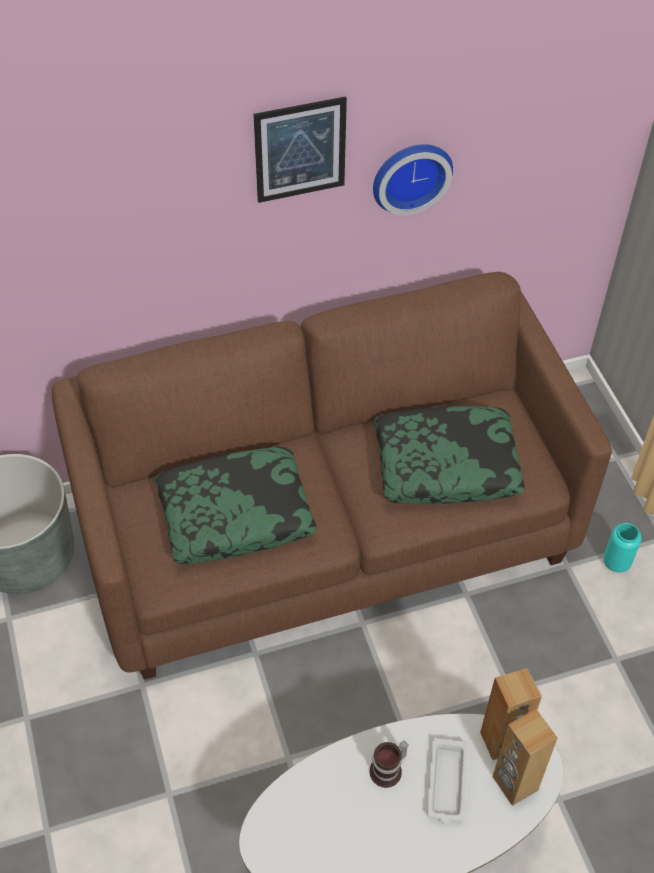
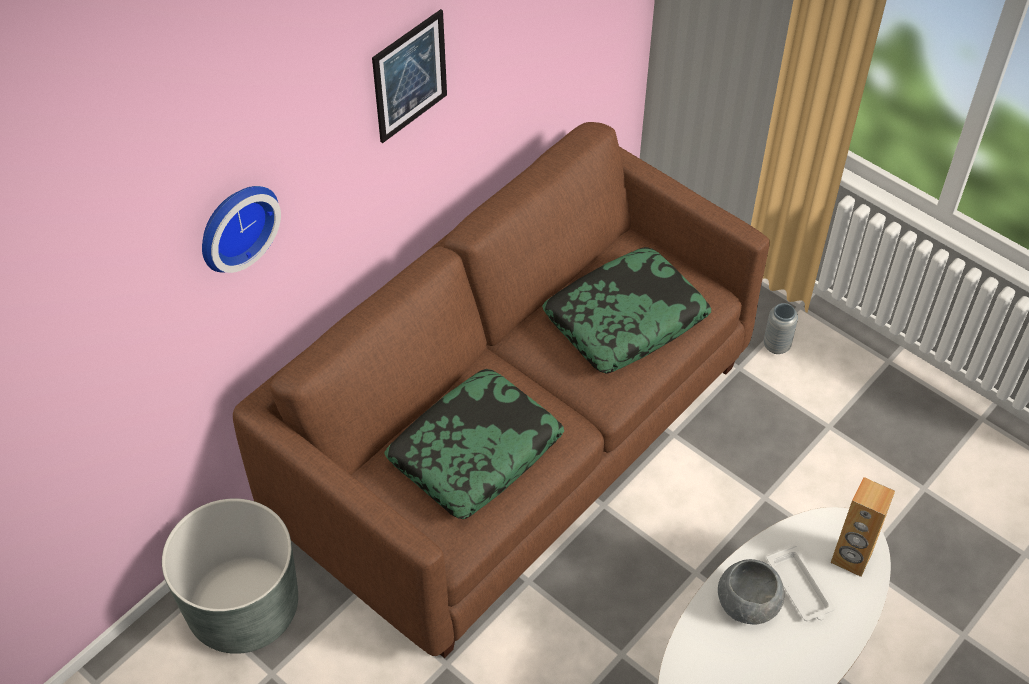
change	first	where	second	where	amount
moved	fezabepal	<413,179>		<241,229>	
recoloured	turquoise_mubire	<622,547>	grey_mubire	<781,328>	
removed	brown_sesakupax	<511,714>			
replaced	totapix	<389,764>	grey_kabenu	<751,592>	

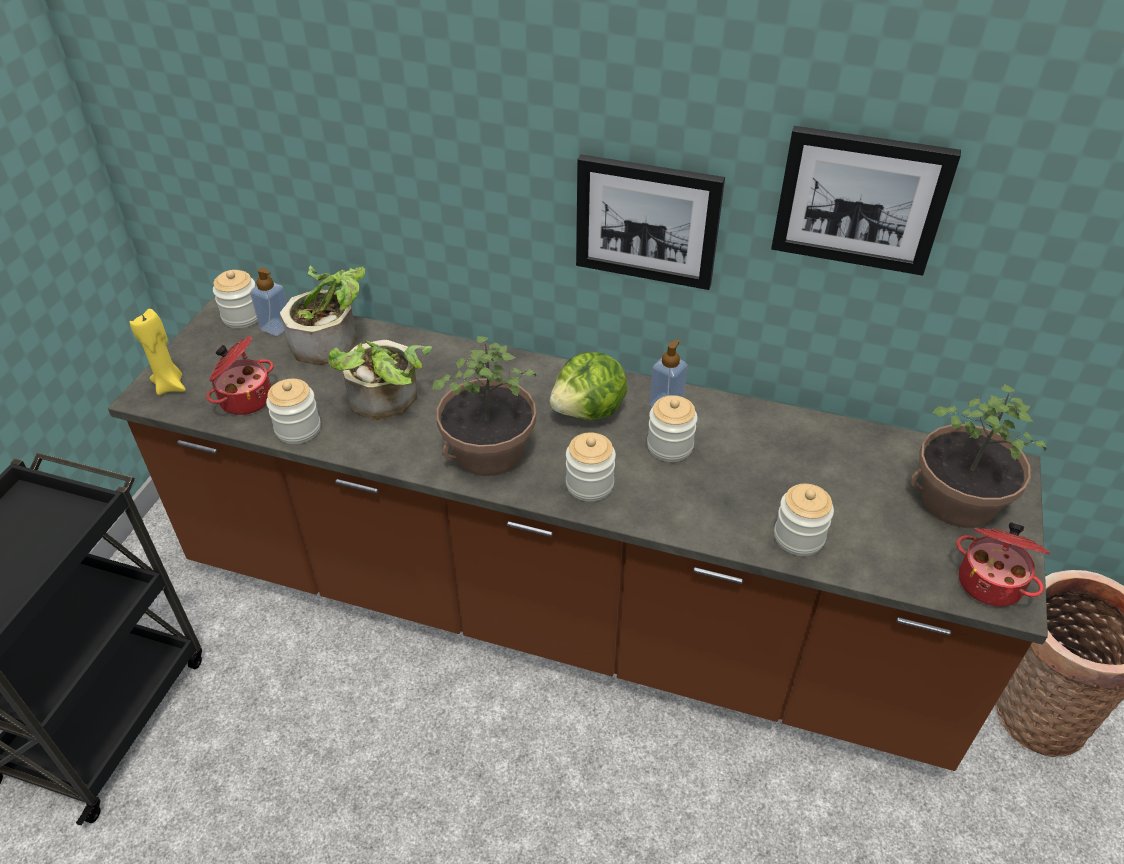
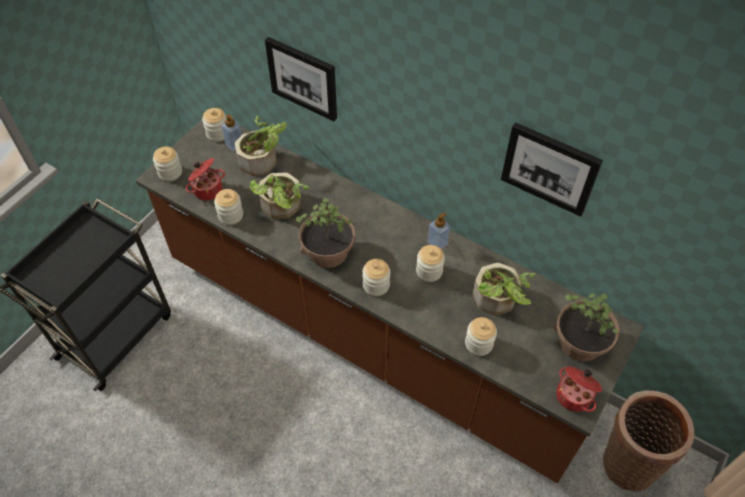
change	first	where	second	where	amount
moved	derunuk	<650,222>		<301,79>	
replaced	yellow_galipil	<157,352>	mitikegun	<167,164>	
removed	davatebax	<588,386>			
added			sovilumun	<503,289>	

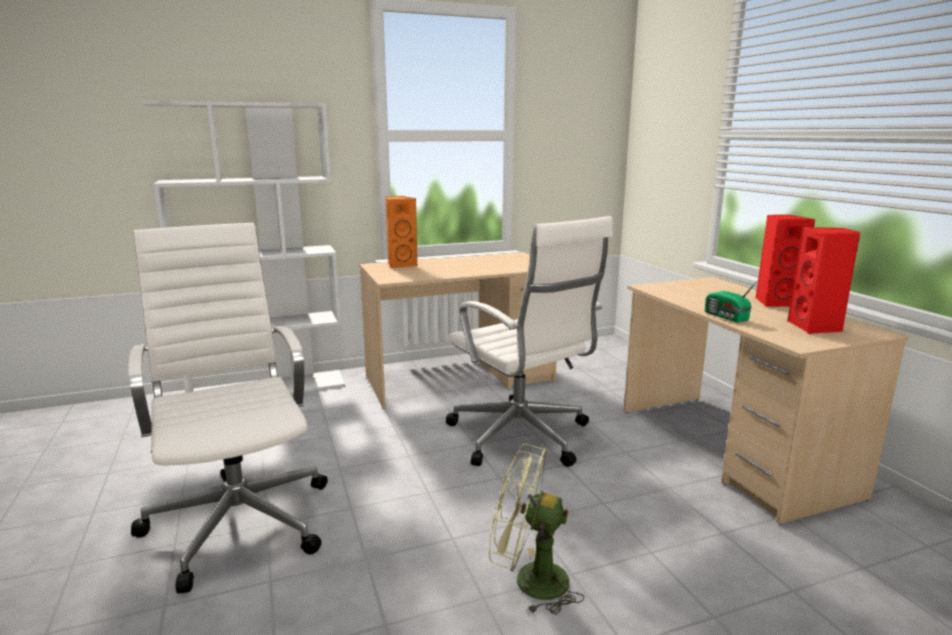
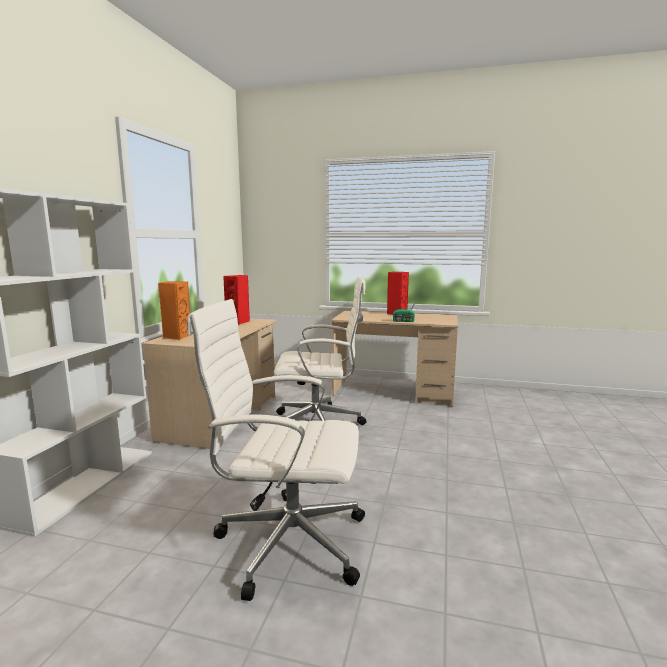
change	first	where	second	where	amount
moved	red_sesakupax	<824,280>		<236,299>	
removed	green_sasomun	<536,529>			

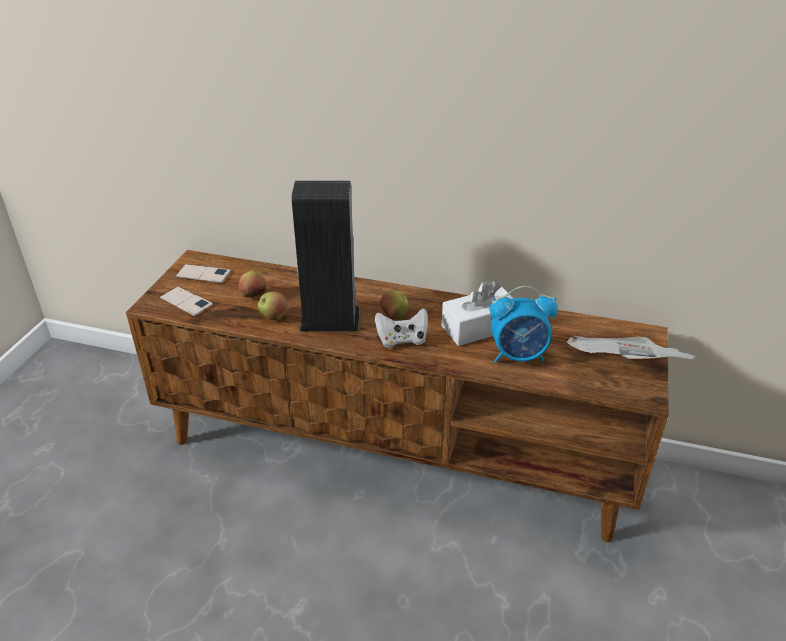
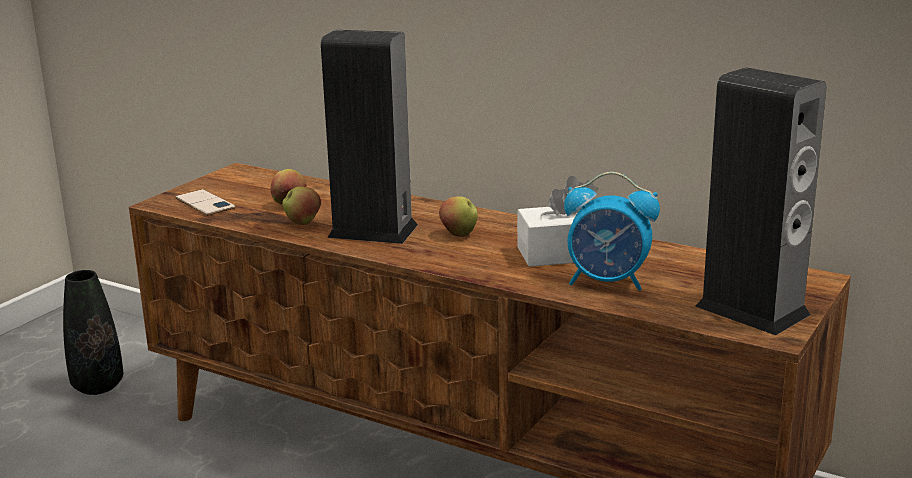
change	first	where	second	where	amount
removed	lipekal	<203,273>			
removed	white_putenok	<401,328>			
replaced	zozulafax	<631,348>	sesakupax	<760,201>	
added			black_mubire	<93,332>	

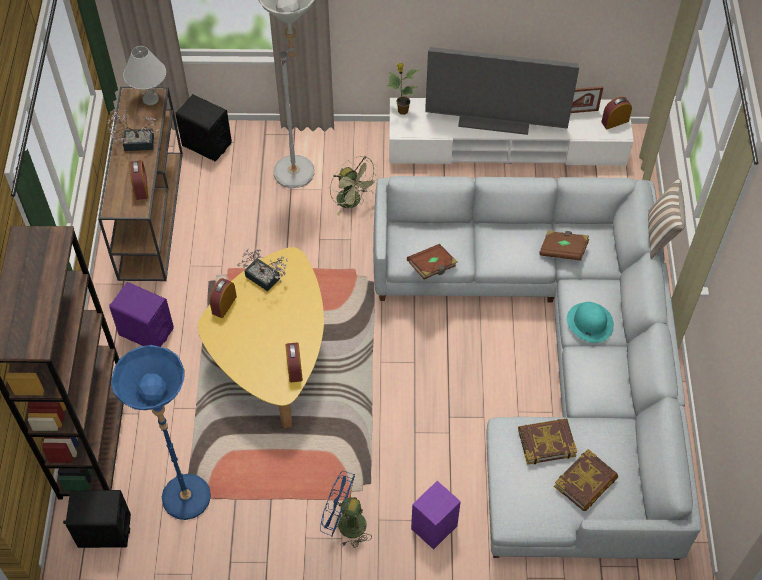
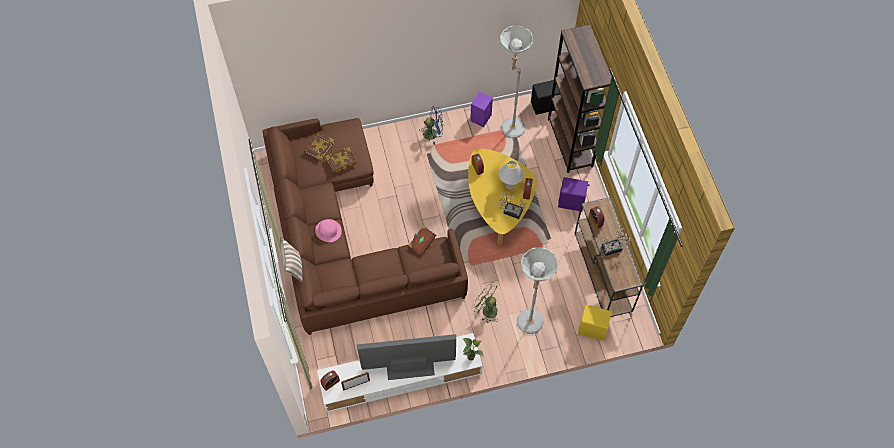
change	first	where	second	where	amount
moved	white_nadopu	<144,75>		<511,174>	
recoloured	black_sesakupax	<204,127>	yellow_sesakupax	<595,323>	
recoloured	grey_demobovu	<537,368>	brown_demobovu	<365,226>	
removed	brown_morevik	<564,246>			
recoloured	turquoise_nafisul	<590,322>	pink_nafisul	<328,230>	
recoloured	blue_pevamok	<161,432>	grey_pevamok	<516,82>	
moved	purple_sesakupax	<436,515>		<481,109>	

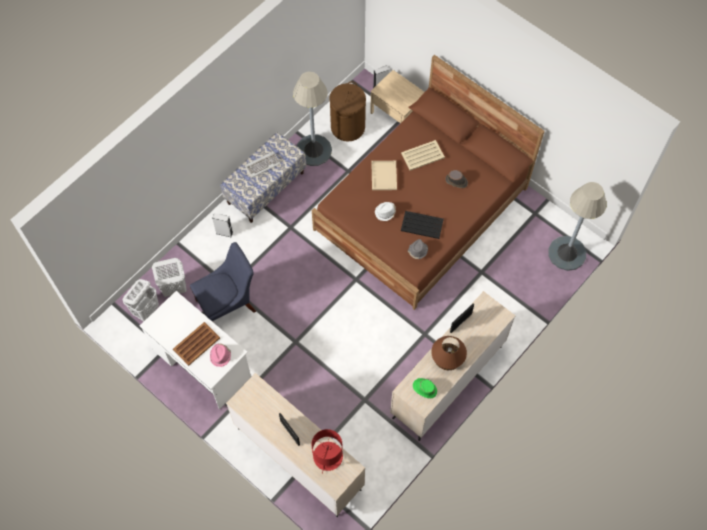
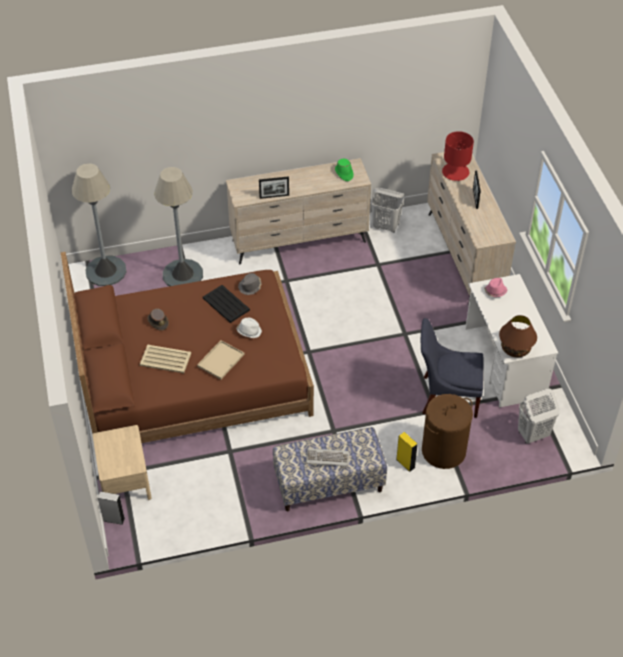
change	first	where	second	where	amount
moved	grey_pevamok	<312,119>		<178,226>	
moved	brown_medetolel	<347,111>		<447,431>	
recoloured	grey_sesakupax	<222,225>	yellow_sesakupax	<407,452>	
moved	white_medetolel	<169,277>		<387,210>	
removed	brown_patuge	<196,344>			
moved	brown_nadopu	<449,353>		<518,336>	

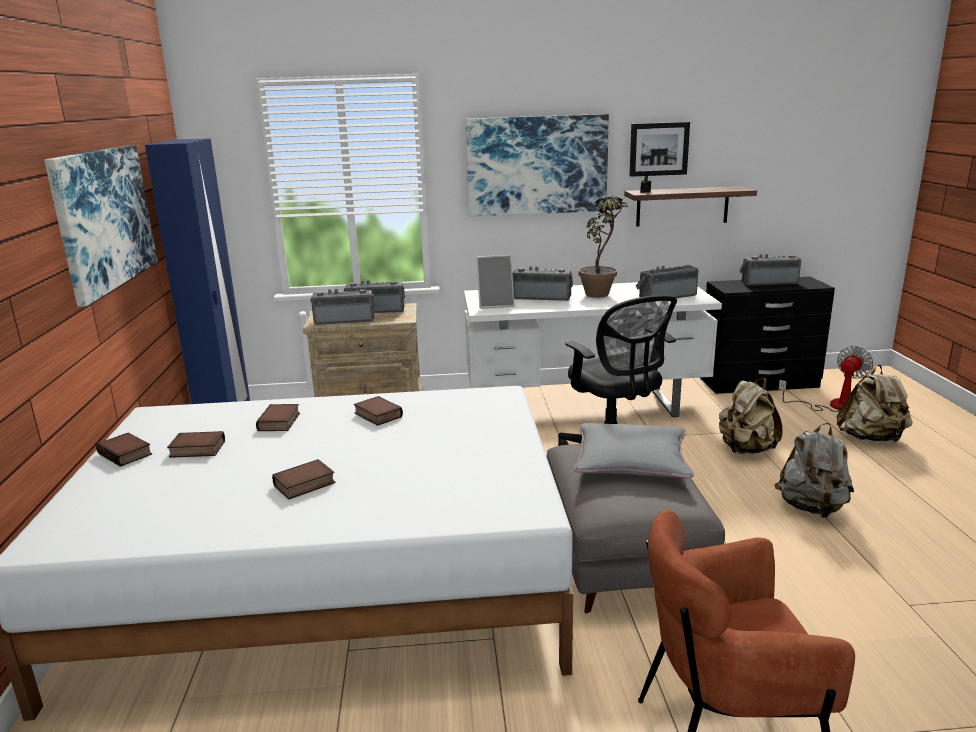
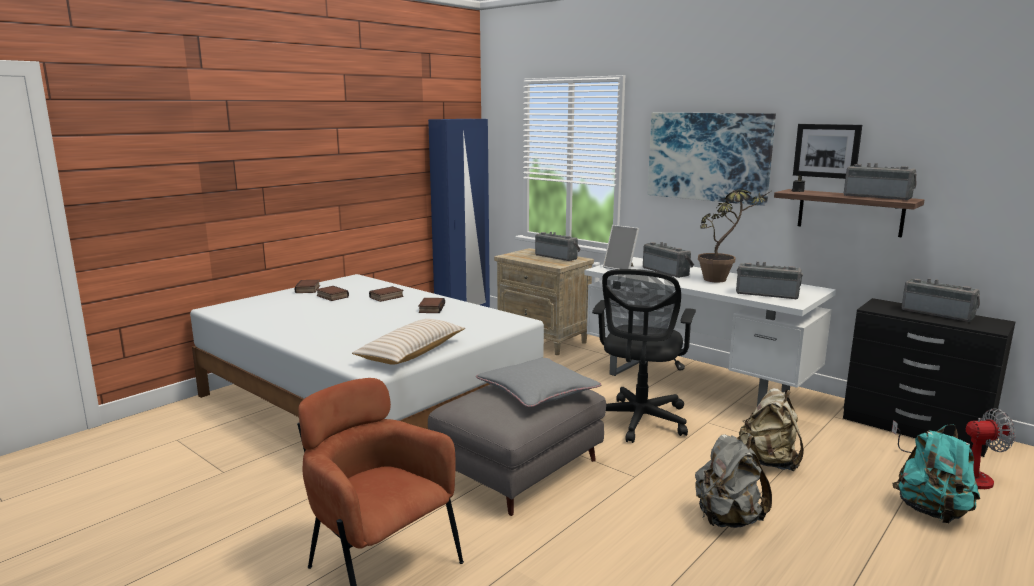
change	first	where	second	where	amount
removed	derunuk	<101,226>			
moved	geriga	<342,307>		<880,181>	
recoloured	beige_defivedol	<875,403>	turquoise_defivedol	<936,473>	
removed	morevik	<303,479>			
added			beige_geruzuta	<408,342>	

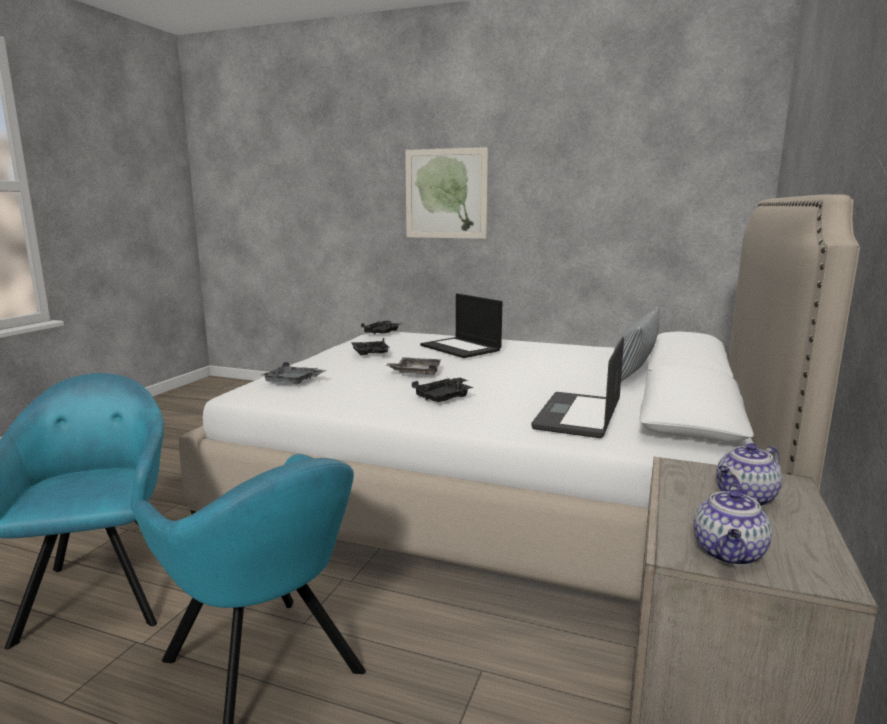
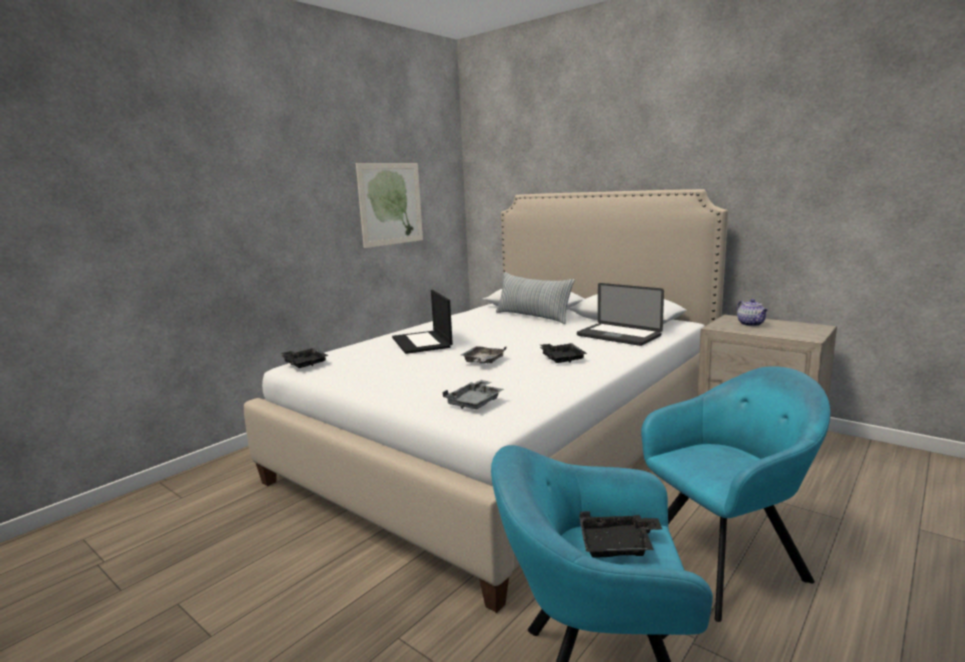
change	first	where	second	where	amount
moved	derunuk	<446,193>		<389,205>	
turned	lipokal	<461,325>		<422,322>	90 degrees clockwise
moved	black_patuge	<370,346>		<620,534>	
removed	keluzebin	<733,524>			

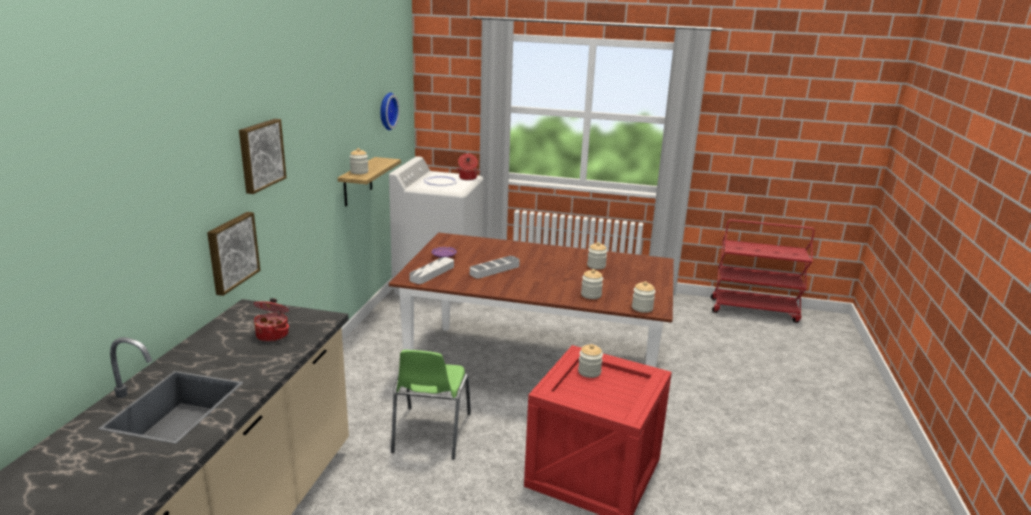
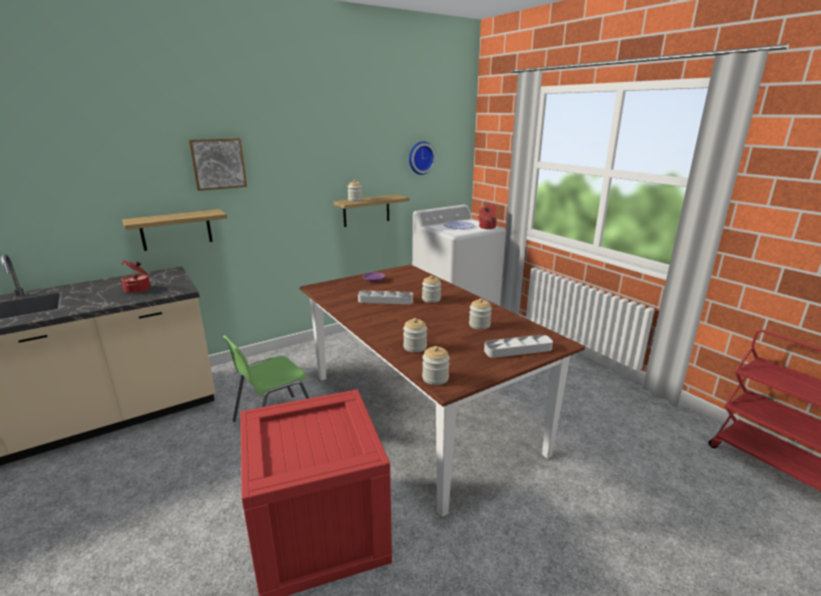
change	first	where	second	where	amount
replaced	derunuk	<234,254>	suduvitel	<174,230>	
moved	grey_patuge	<431,270>		<518,346>	
moved	mitikegun	<590,361>		<431,289>	

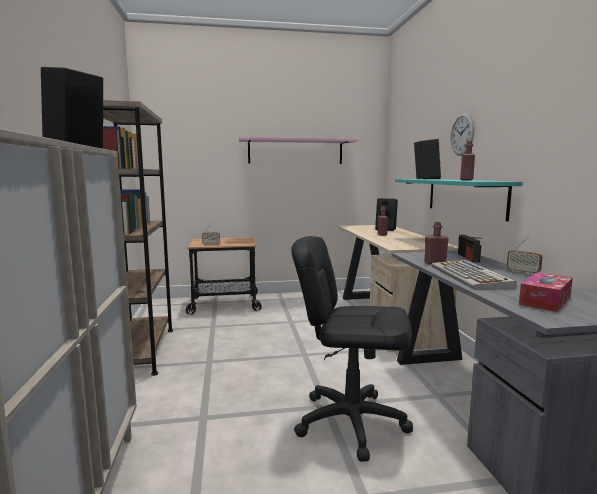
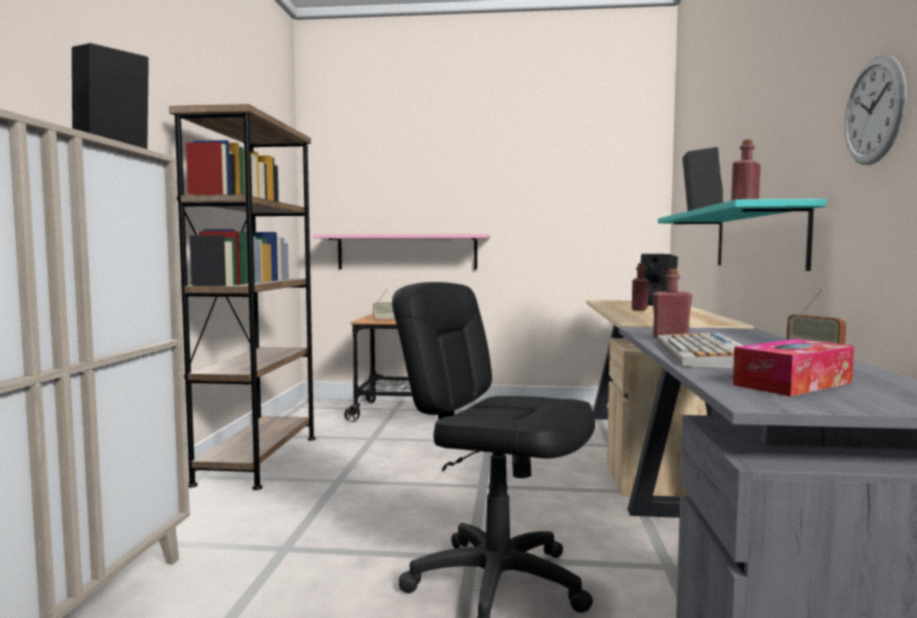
change	first	where	second	where	amount
moved	fezabepal	<462,134>		<875,110>	
moved	pink_suduvitel	<299,150>		<401,252>	
removed	geriga	<469,248>			

